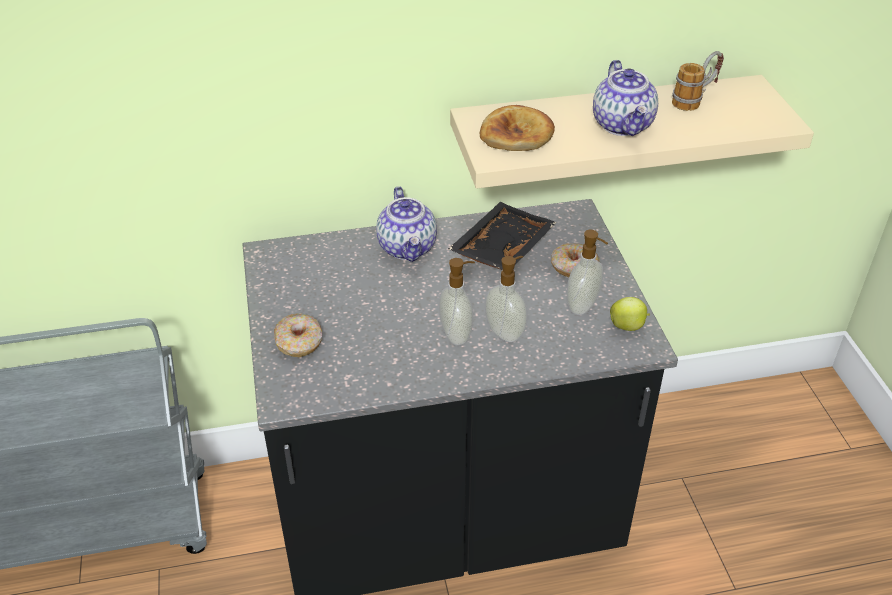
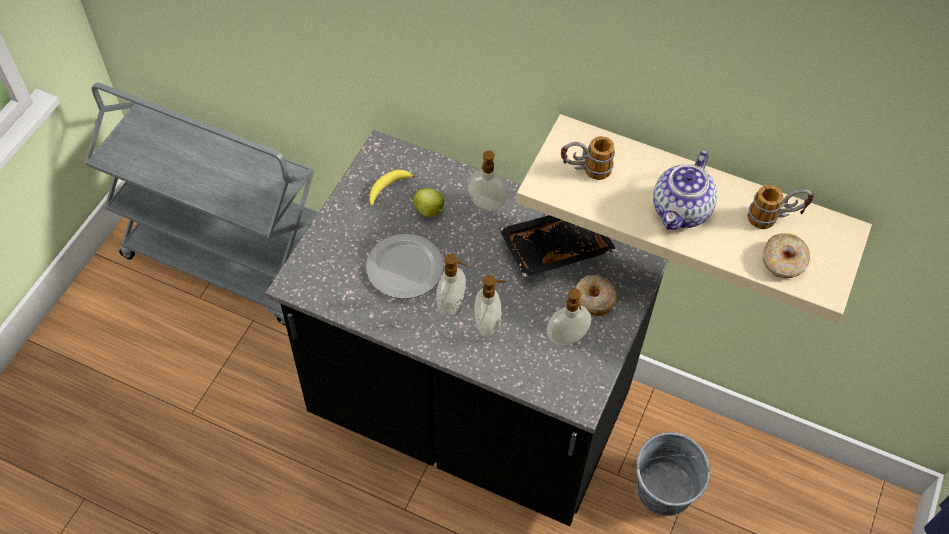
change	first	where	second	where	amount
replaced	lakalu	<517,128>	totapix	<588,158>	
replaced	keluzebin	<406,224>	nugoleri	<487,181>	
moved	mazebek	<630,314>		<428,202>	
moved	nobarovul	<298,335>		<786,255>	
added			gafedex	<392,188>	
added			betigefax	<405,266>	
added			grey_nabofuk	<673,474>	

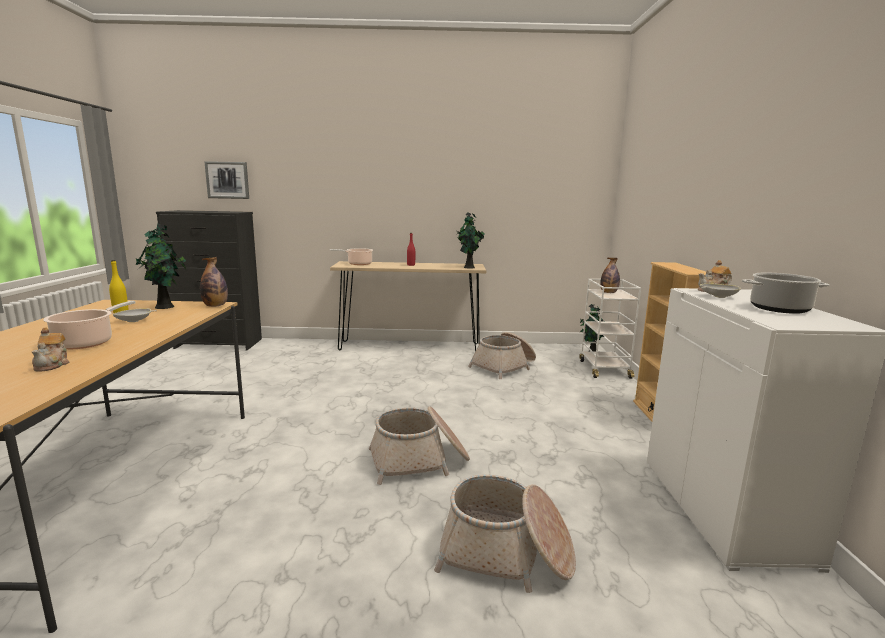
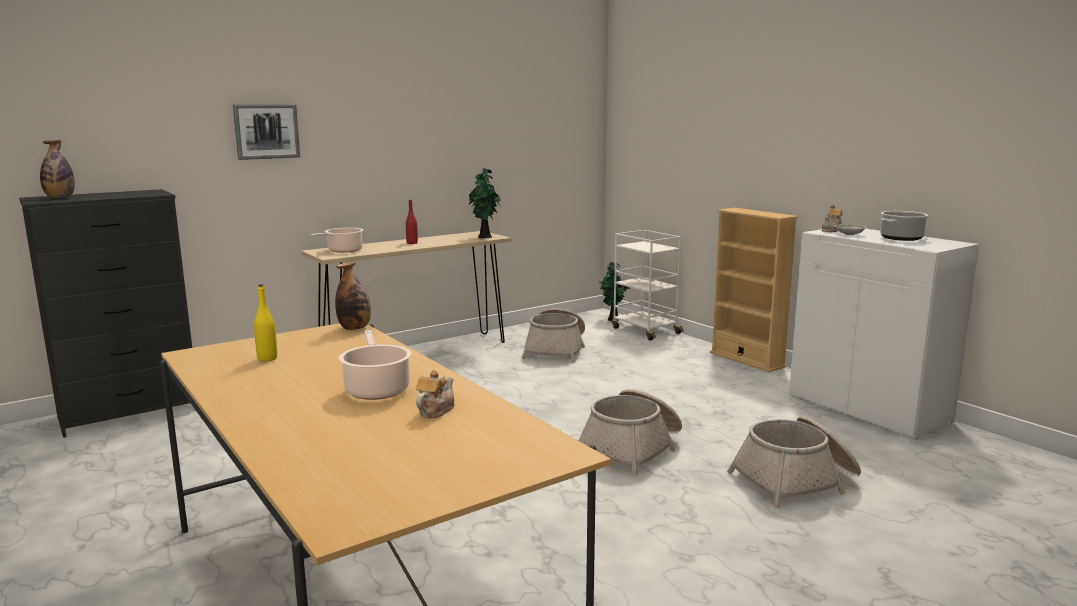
change	first	where	second	where	amount
moved	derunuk	<226,180>		<266,132>	
removed	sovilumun	<161,266>			
moved	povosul	<610,275>		<57,169>	
removed	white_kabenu	<135,315>			
turned	keluzebin	<51,349>		<435,394>	105 degrees counterclockwise

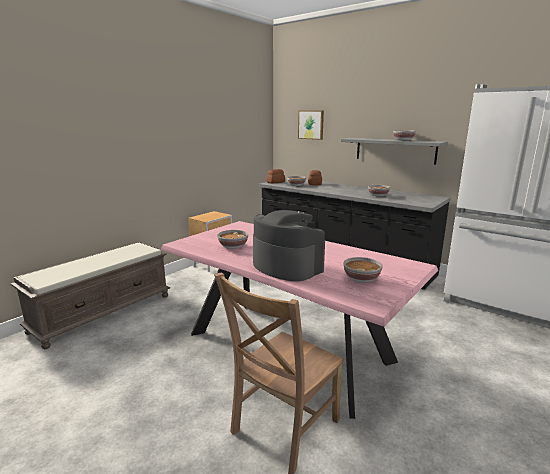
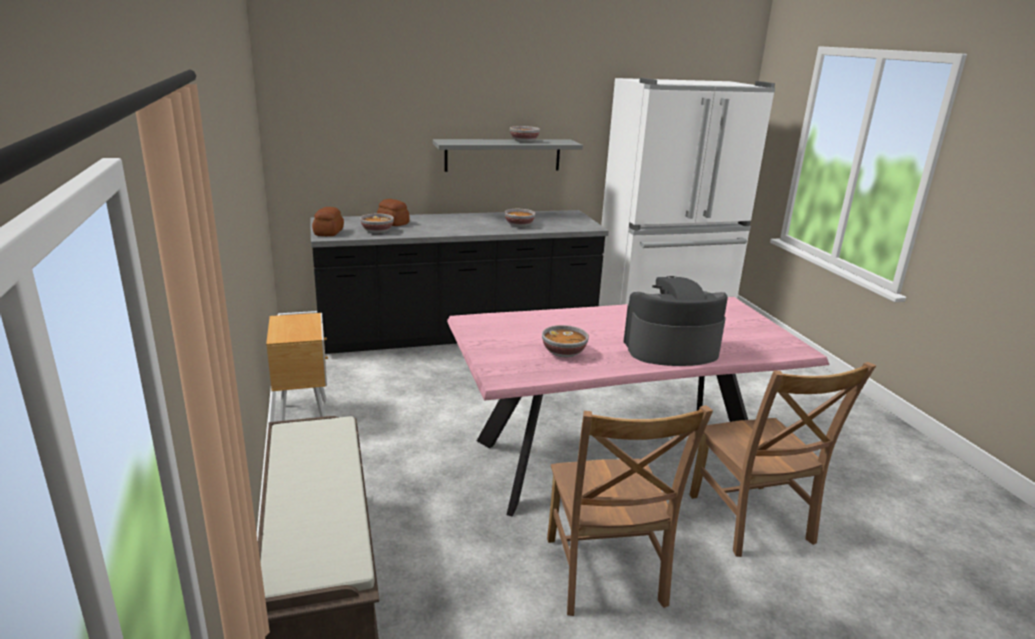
change	first	where	second	where	amount
removed	derunuk	<311,125>			
removed	kabenu	<363,270>			
added			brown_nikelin	<630,510>	

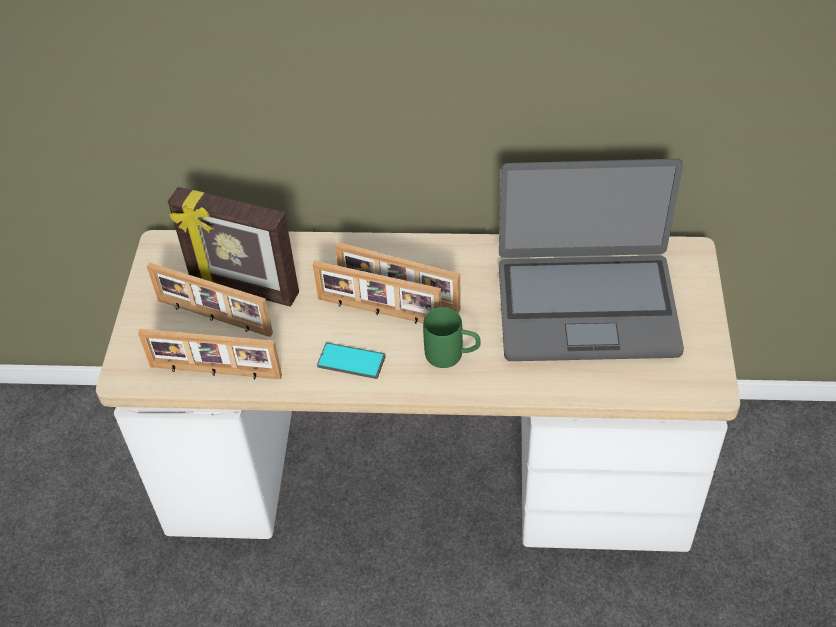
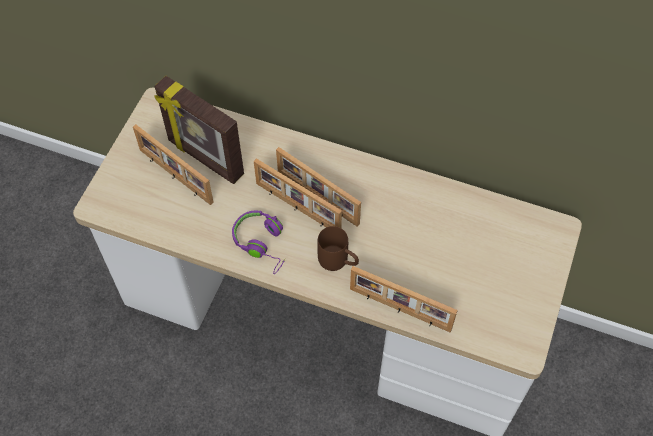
change	first	where	second	where	amount
removed	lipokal	<591,260>			
recoloured	green_totapix	<452,337>	brown_totapix	<338,248>	
moved	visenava	<210,354>		<404,299>	
replaced	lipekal	<351,361>	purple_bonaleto	<258,242>	

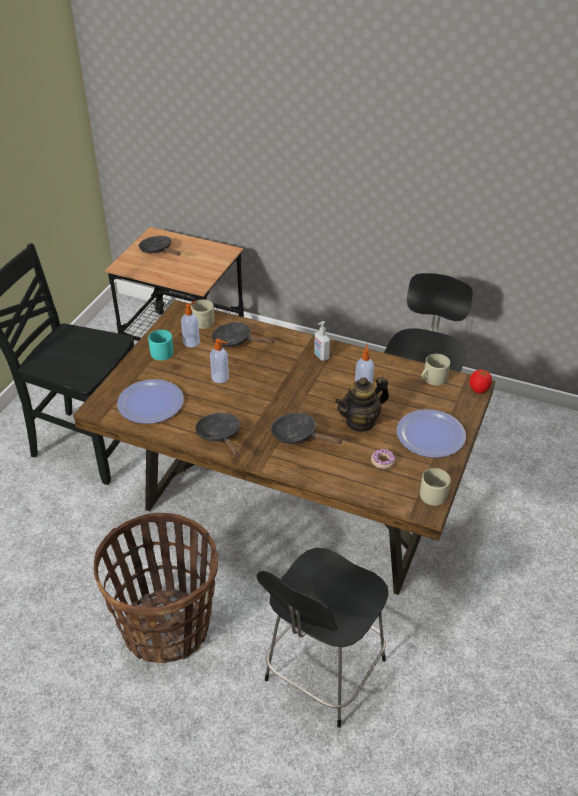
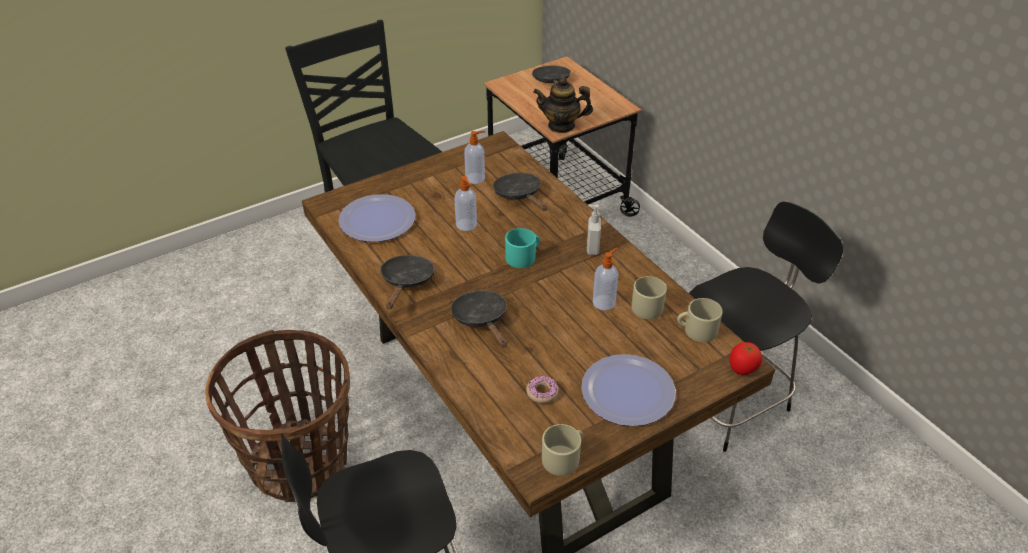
change	first	where	second	where	amount
moved	beige_totapix	<202,314>		<650,297>	
moved	turquoise_totapix	<161,345>		<522,248>	
moved	keluzebin	<362,404>		<563,105>	

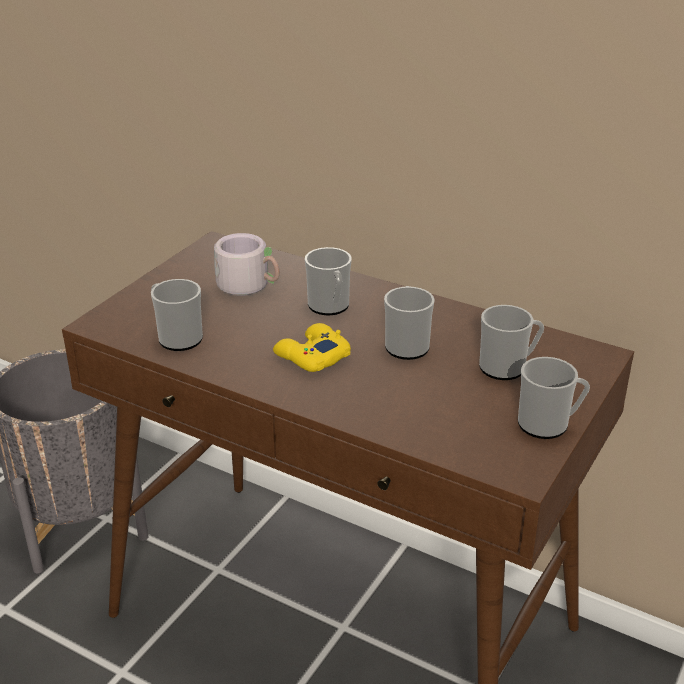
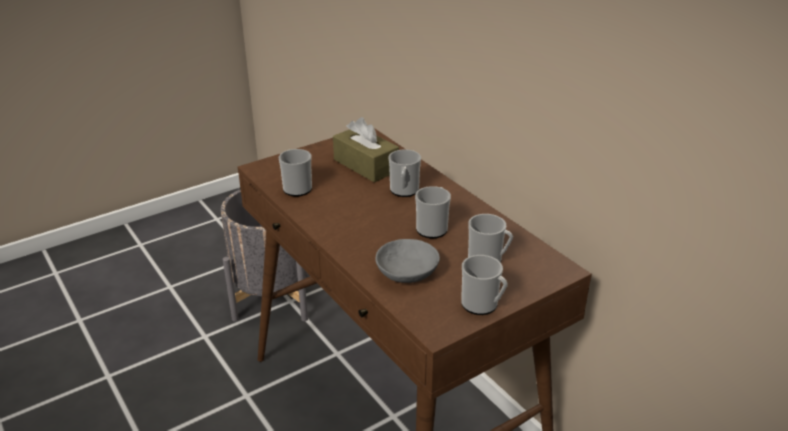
change	first	where	second	where	amount
replaced	grey_totapix	<247,264>	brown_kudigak	<366,149>	
removed	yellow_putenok	<312,347>			
added			grey_kabenu	<407,261>	

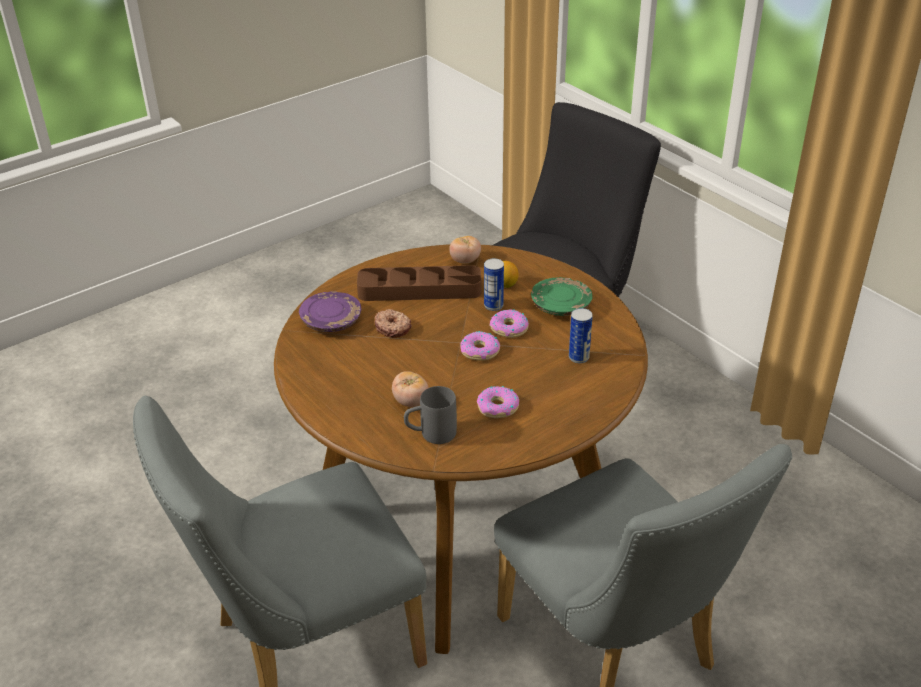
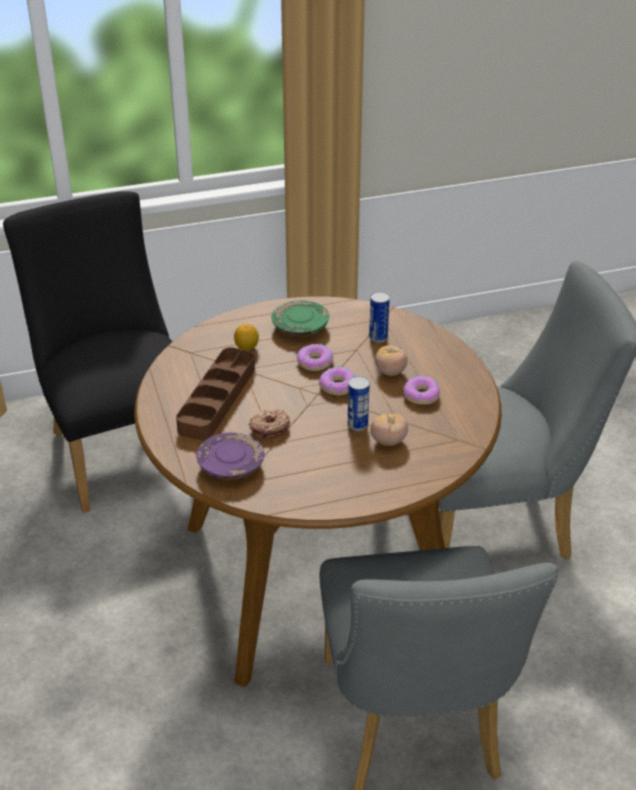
change	first	where	second	where	amount
moved	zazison	<465,250>		<391,360>	
moved	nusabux	<494,284>		<359,403>	
removed	grey_totapix	<430,415>			

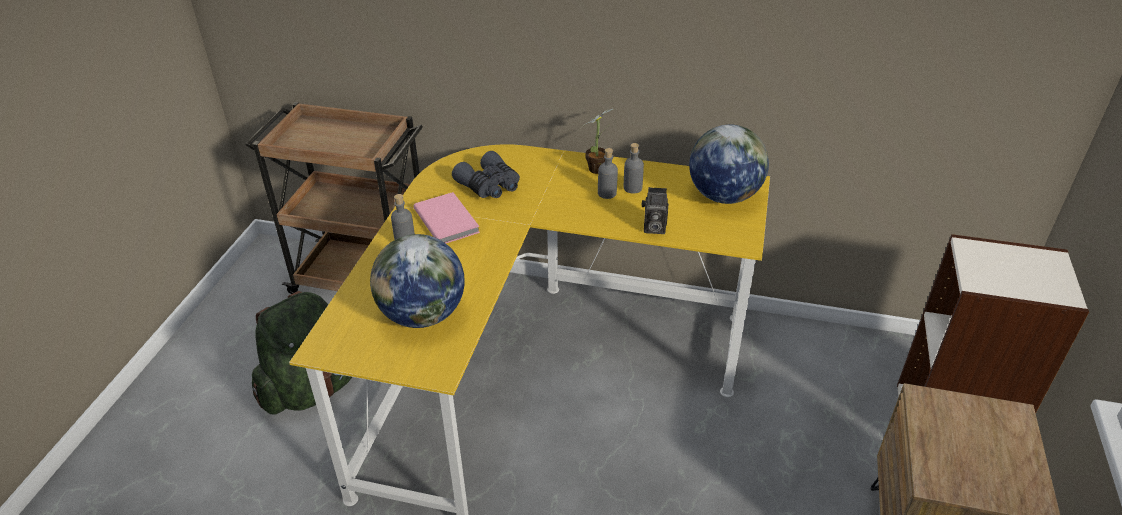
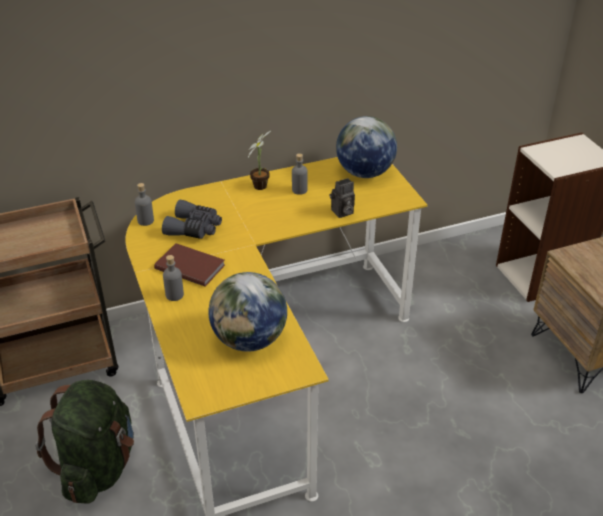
change	first	where	second	where	amount
moved	grey_povosul	<608,173>		<144,204>	
recoloured	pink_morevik	<447,217>	brown_morevik	<189,265>	

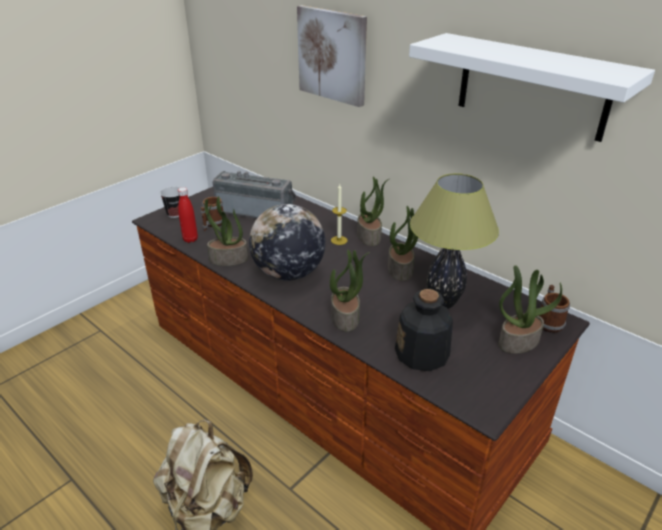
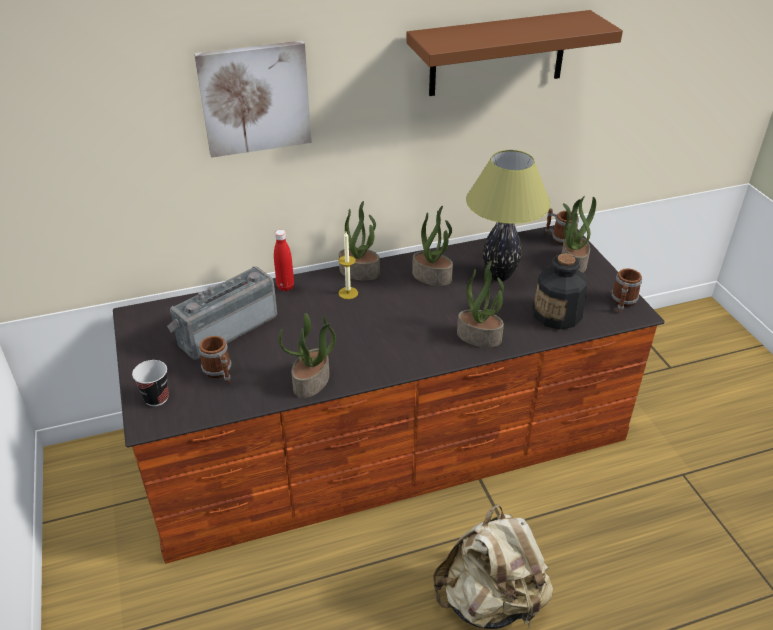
change	first	where	second	where	amount
recoloured	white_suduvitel	<532,87>	brown_suduvitel	<514,53>	
moved	red_povosul	<188,215>		<284,260>	
removed	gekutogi	<287,242>			
added			totapix	<626,290>	

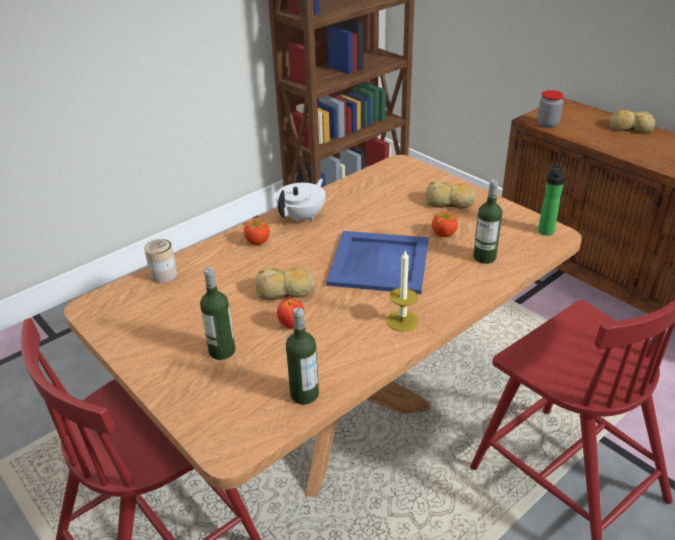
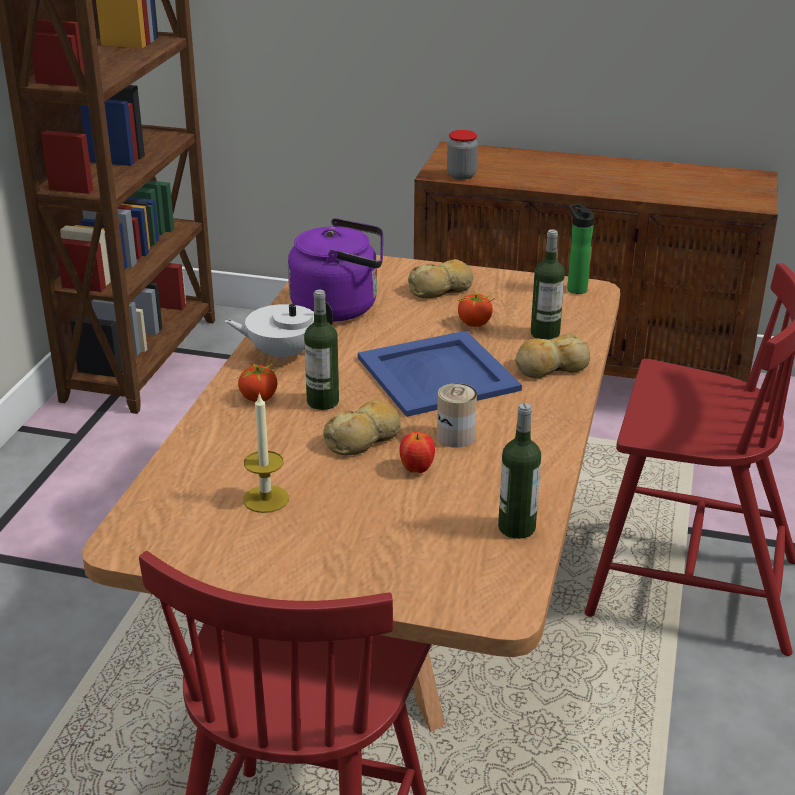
change	first	where	second	where	amount
moved	lakalu	<632,122>		<552,355>	
turned	white_keluzebin	<301,200>		<278,331>	90 degrees counterclockwise
moved	nusabux	<160,261>		<457,415>	
moved	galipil	<403,290>		<266,452>	
moved	povosul	<217,313>		<321,350>	
added			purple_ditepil	<335,270>	

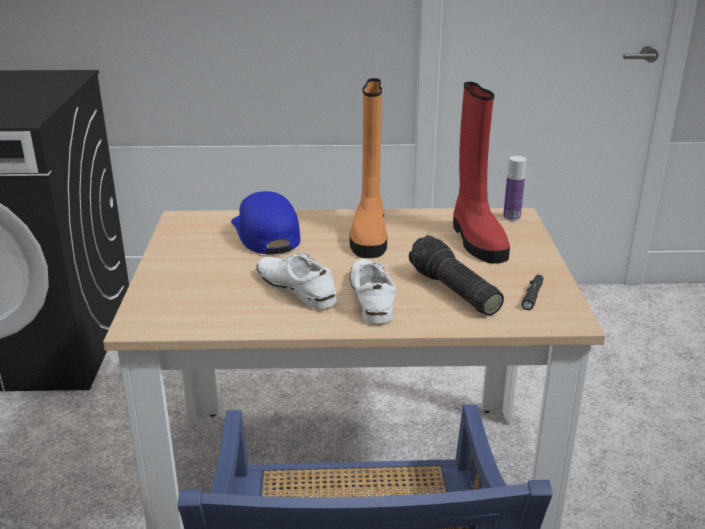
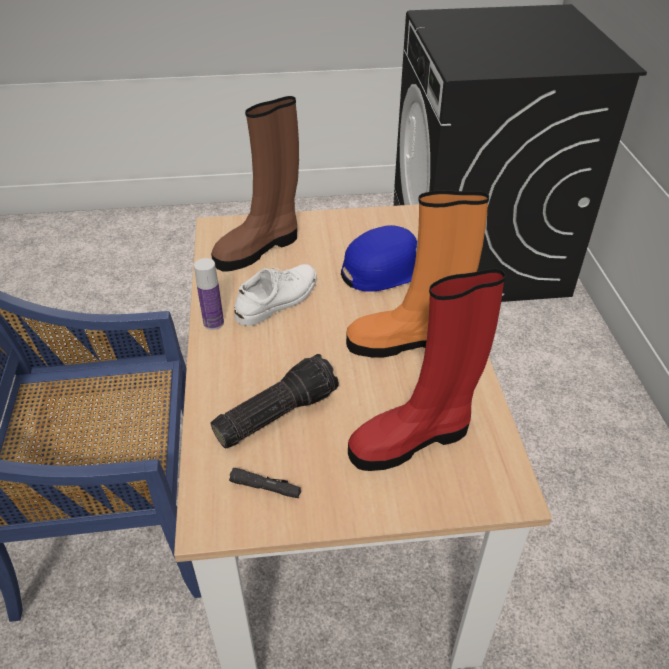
change	first	where	second	where	amount
moved	povosul	<515,188>		<209,294>	
removed	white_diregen	<372,291>			
added			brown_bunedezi	<255,184>	

